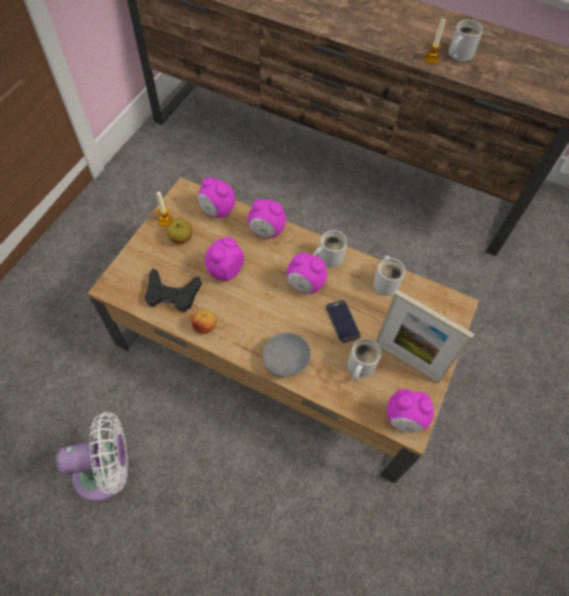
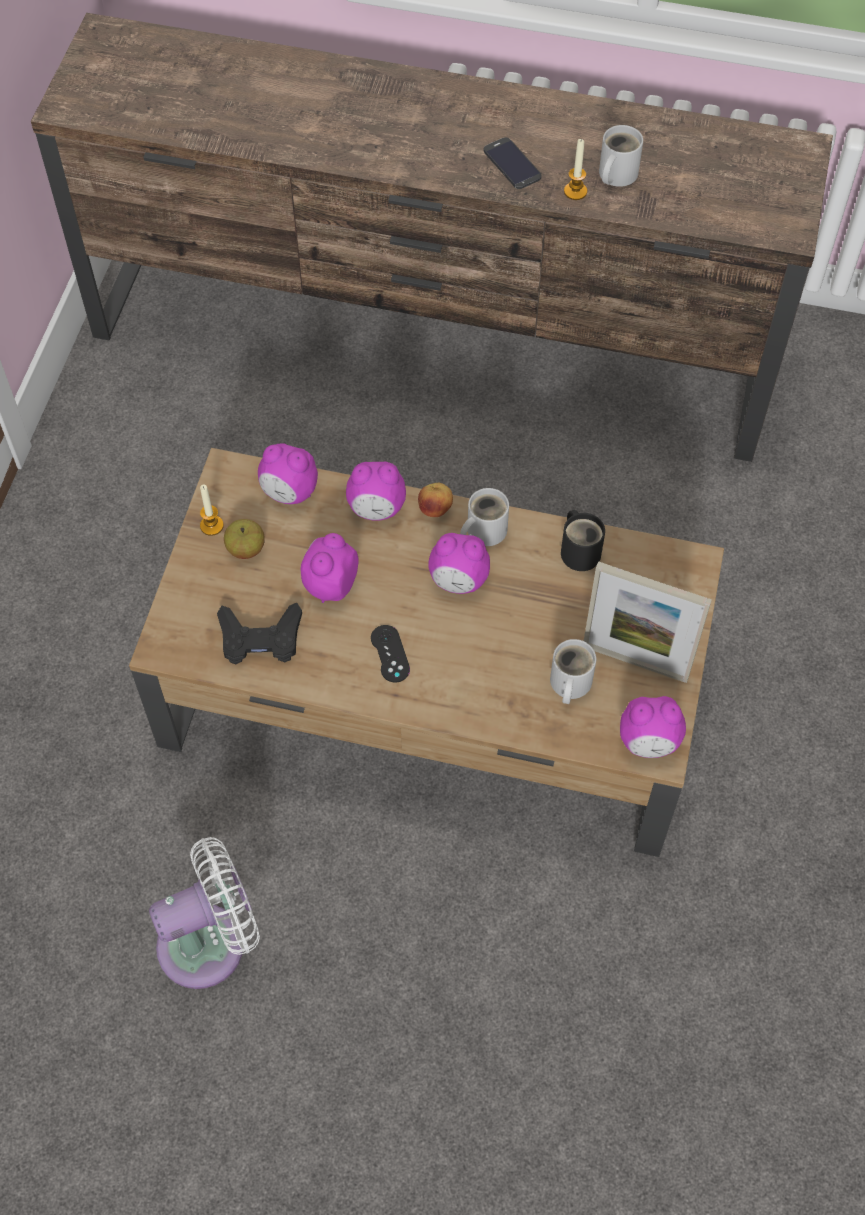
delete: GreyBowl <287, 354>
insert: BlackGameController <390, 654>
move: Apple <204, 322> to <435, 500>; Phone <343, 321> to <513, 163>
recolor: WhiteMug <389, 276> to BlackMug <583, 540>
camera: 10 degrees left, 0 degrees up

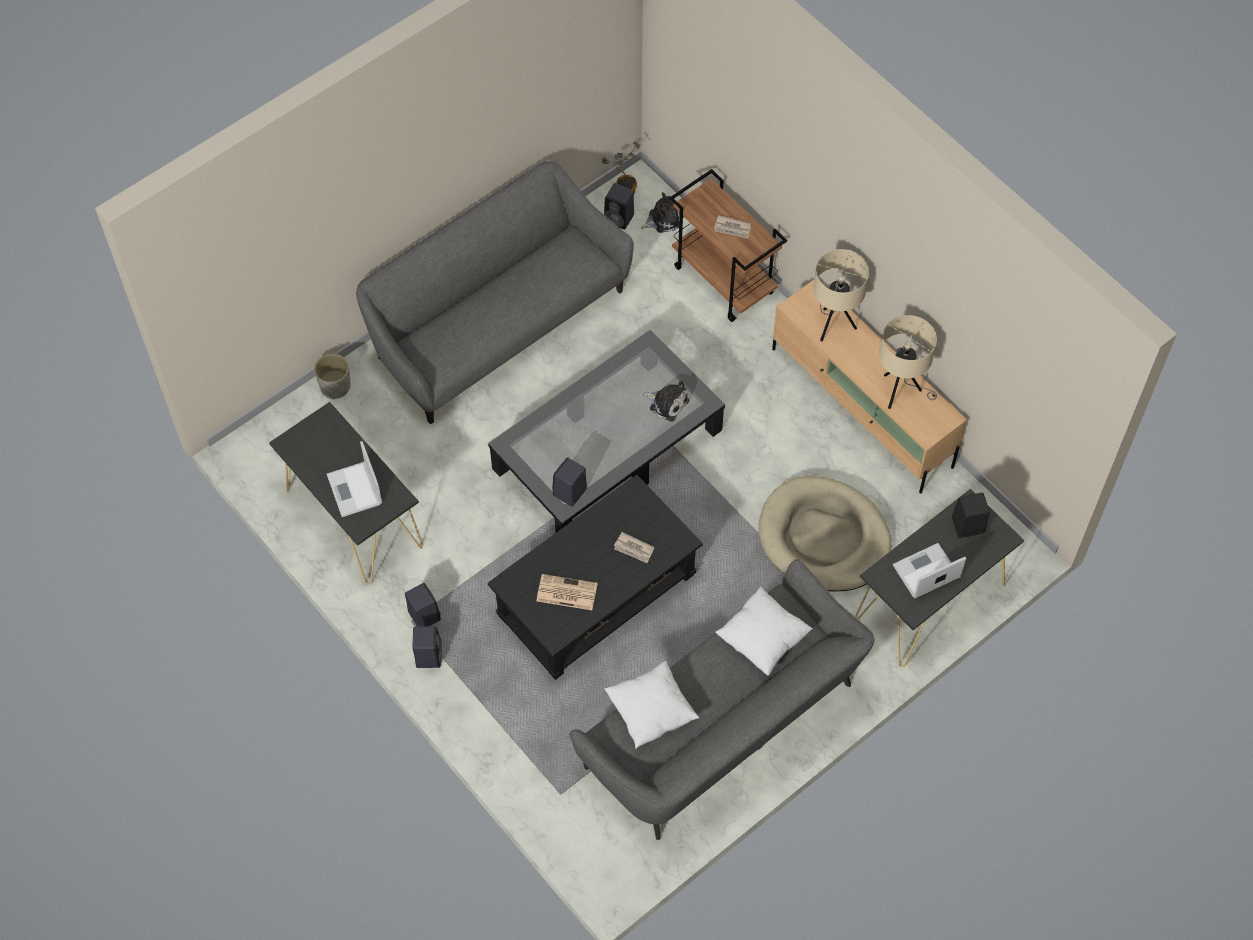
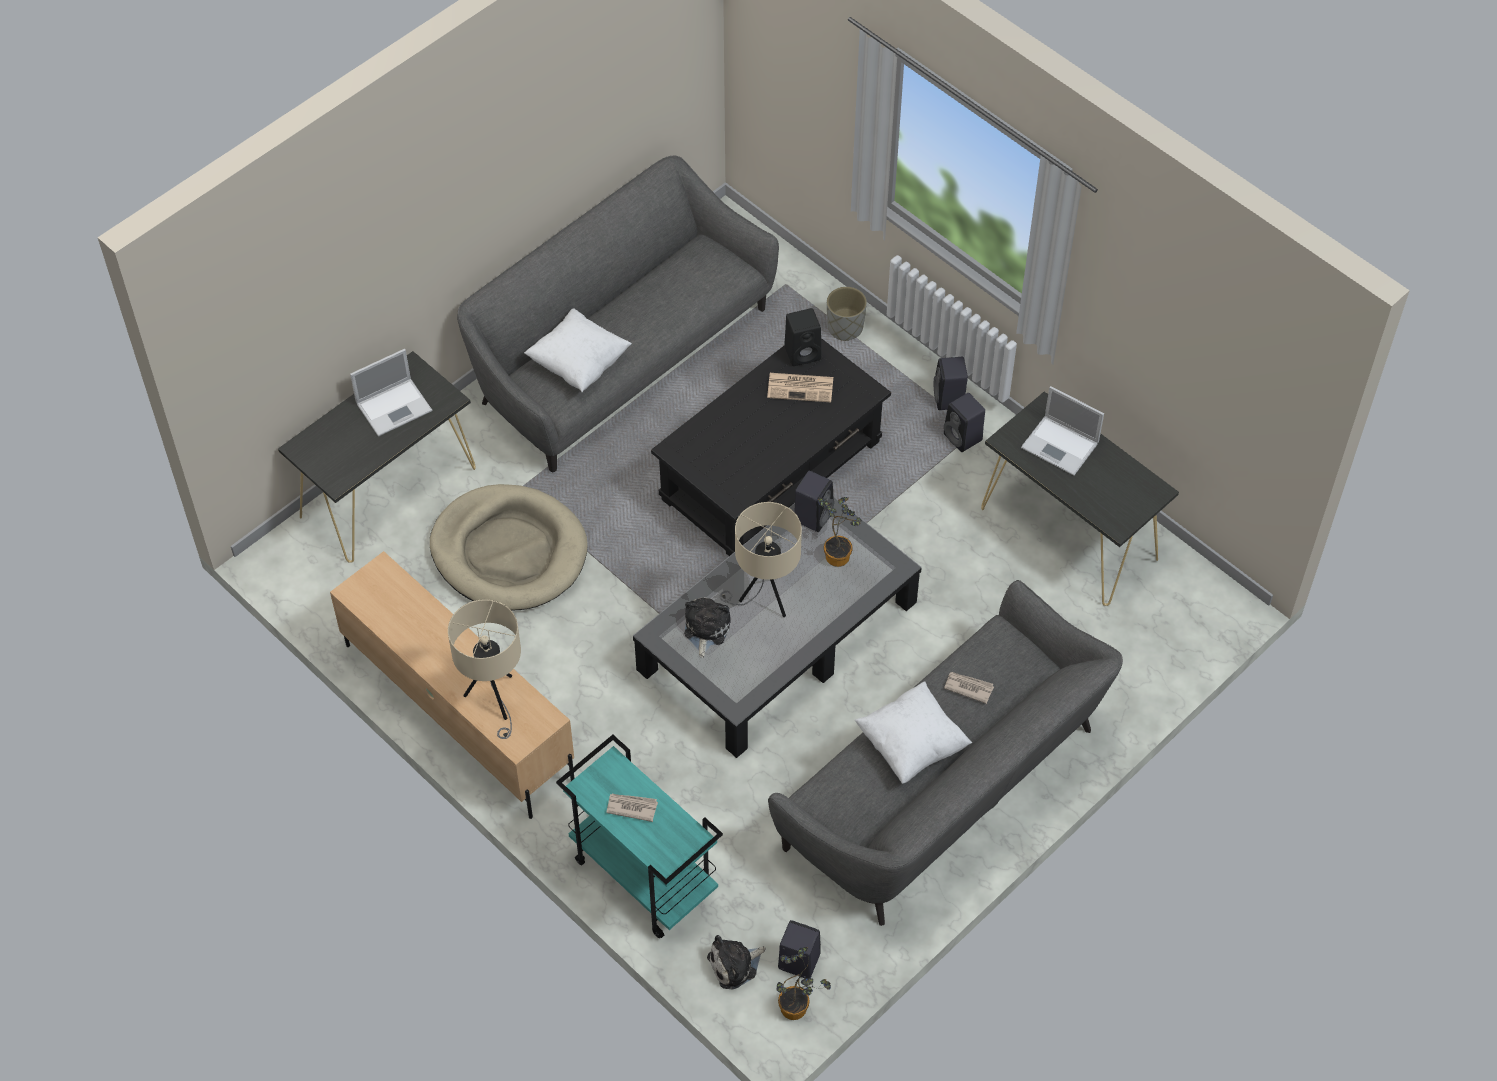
insert: PottedPlant <840, 532>
move: GreyPlanter <332, 376> to <847, 314>; WhitePillow <652, 705> to <913, 733>; Newspaper <634, 547> to <969, 688>; BeigeTableLamp <908, 362> to <761, 559>; BlackSpeaker <971, 515> to <802, 337>
recolor: BrownCart <728, 245> to TurquoiseCart <639, 836>
rotate: Laptop <354, 479> = <1062, 431> 150 degrees clockwise; PlushToy <666, 401> = <707, 627> 75 degrees clockwise
camera: 175 degrees right, 5 degrees down

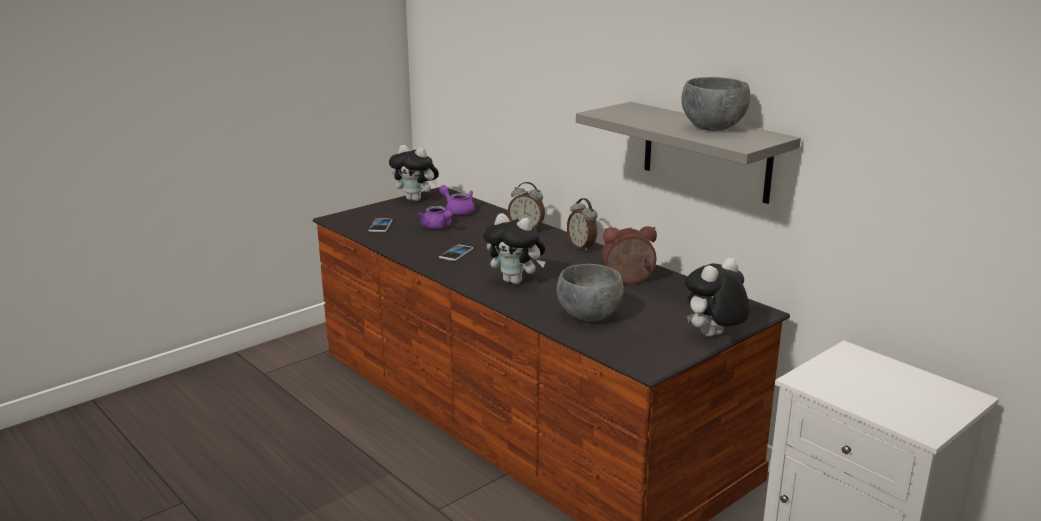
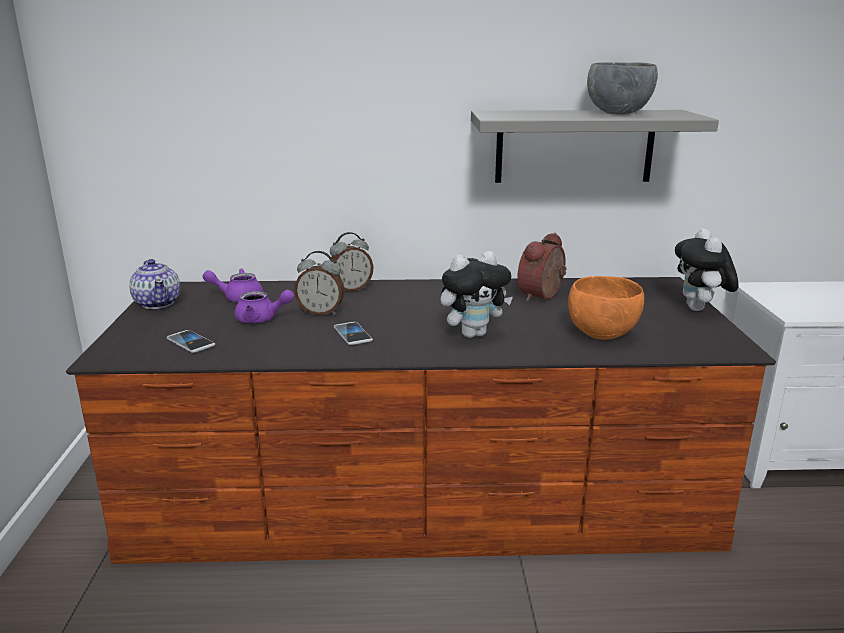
move: AlarmClock <582, 225> to <319, 283>
replace: PlushToy <414, 173> to Teapot <154, 284>
recolor: GreyBowl <590, 292> to OrangeBowl <606, 308>
camera: 50 degrees left, 0 degrees up

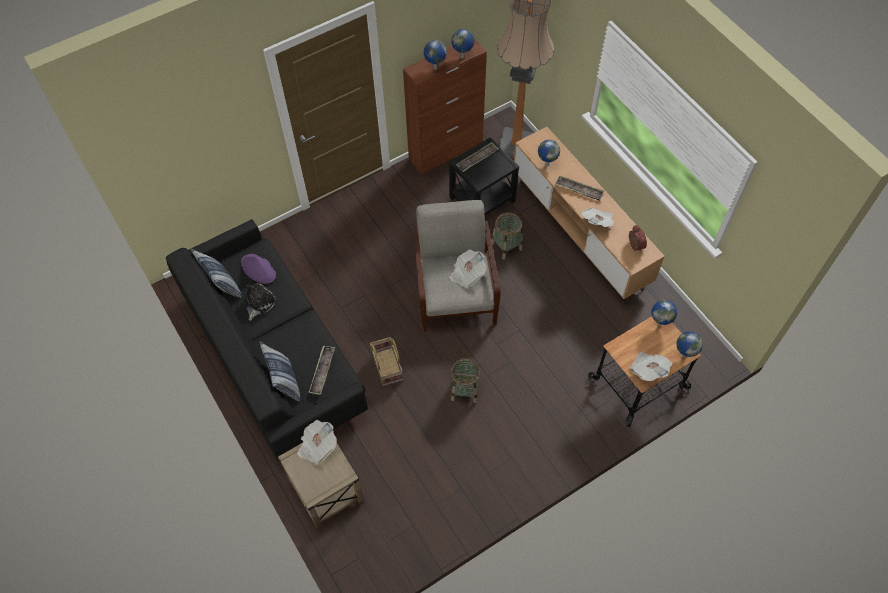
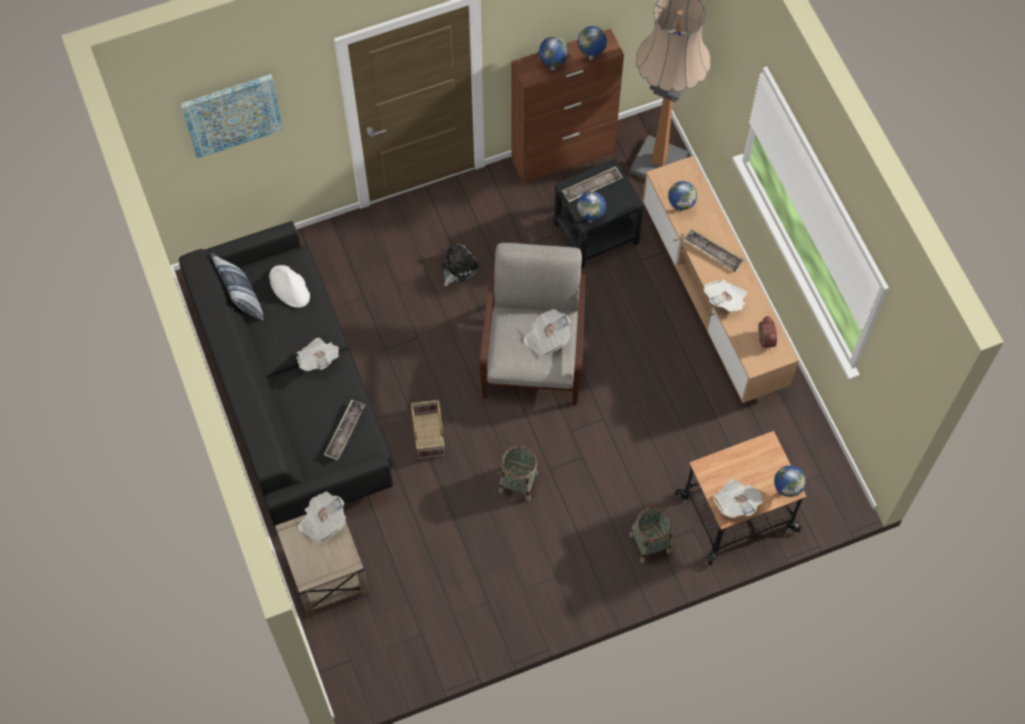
delete: Pillow <280, 371>
insert: Picture <232, 116>; Newspaper <318, 354>
move: PlushToy <261, 302> to <460, 265>; Basket <507, 236> to <650, 535>; Globe <664, 313> to <591, 206>
recolor: PurpleHat <258, 269> to WhiteHat <289, 286>
camera: 10 degrees right, 5 degrees up

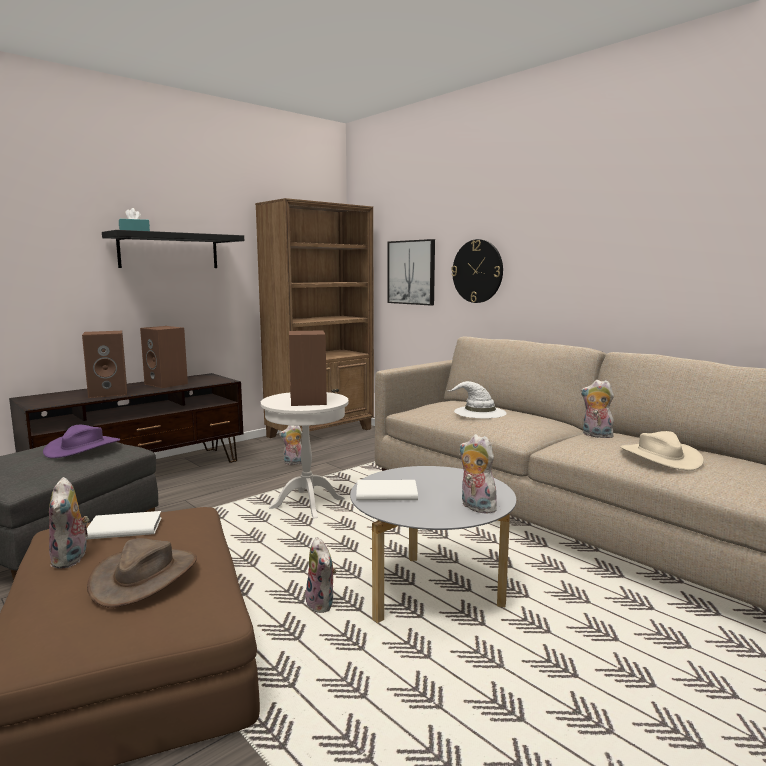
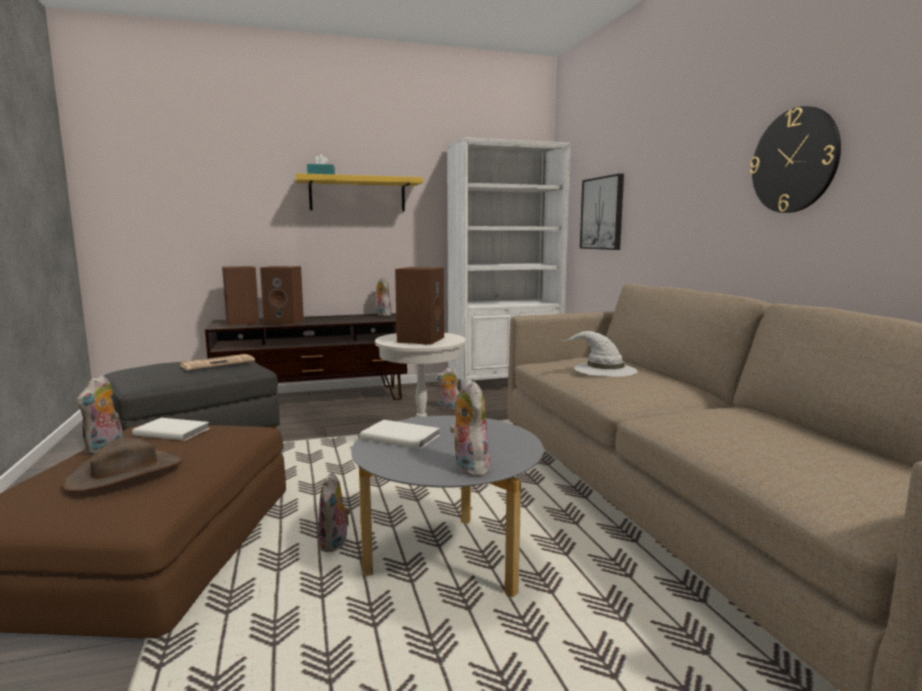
delete: BeigeHat <662, 451>
move: BrownSpeaker <164, 357> to <240, 296>; WallClock <477, 271> to <795, 159>; PlushToy <598, 409> to <383, 296>
replace: PurpleHat <81, 441> to Newspaper <217, 362>
recolor: BlackShelf <173, 249> to YellowShelf <360, 192>; BrownBookcase <314, 318> to WhiteBookcase <509, 263>
camera: 25 degrees right, 0 degrees up

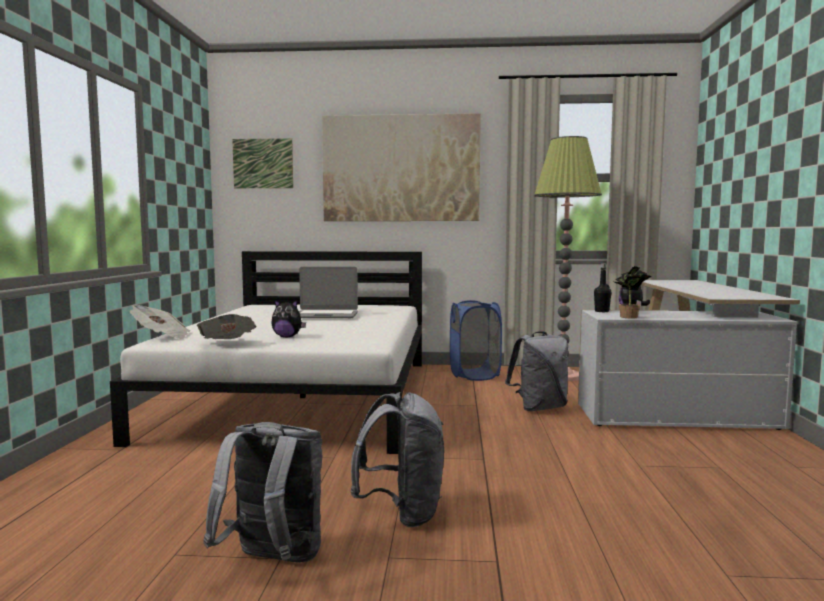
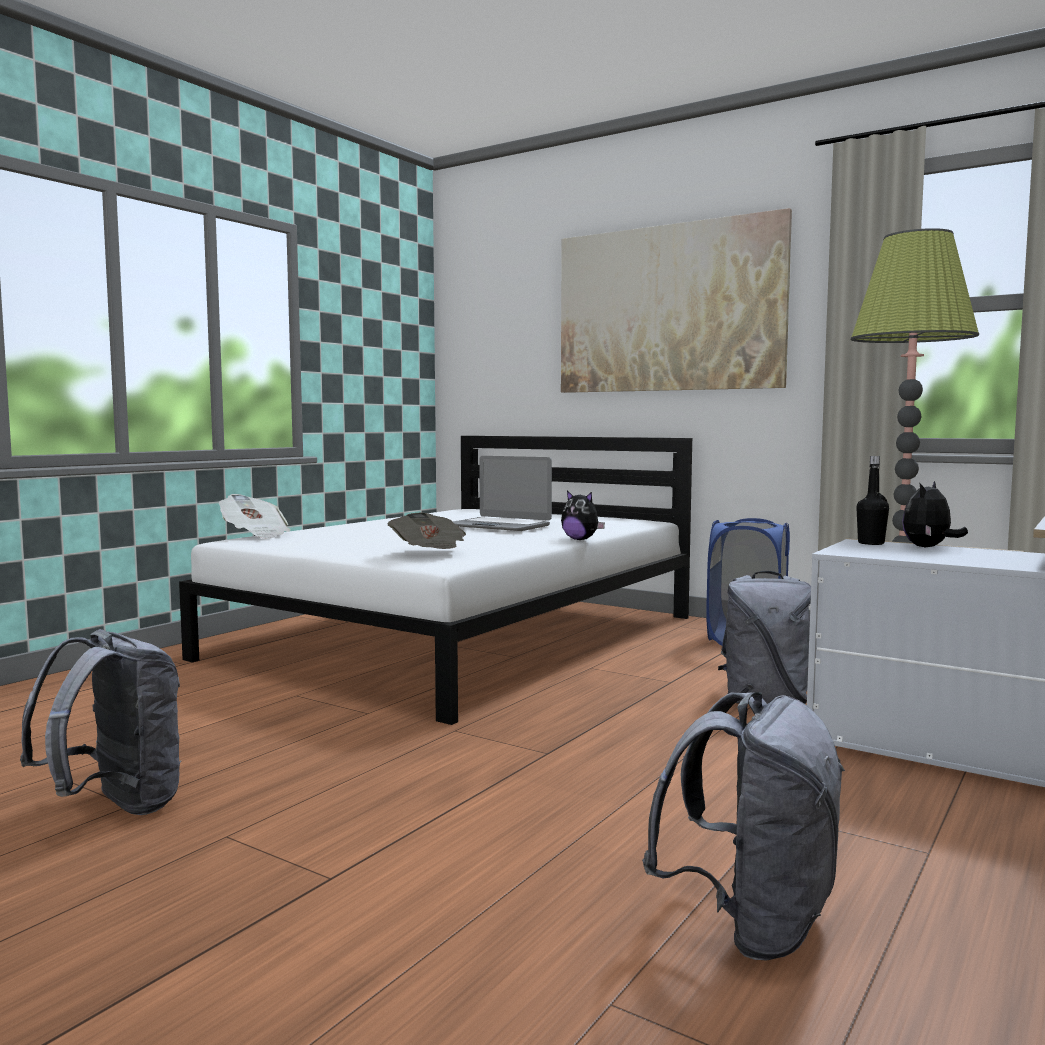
delete: Picture <262, 163>; PottedPlant <633, 292>
move: Newspaper <226, 326> to <426, 531>; PlushToy <288, 319> to <583, 515>; GreyBackpack <397, 459> to <743, 826>
camera: 30 degrees right, 0 degrees up

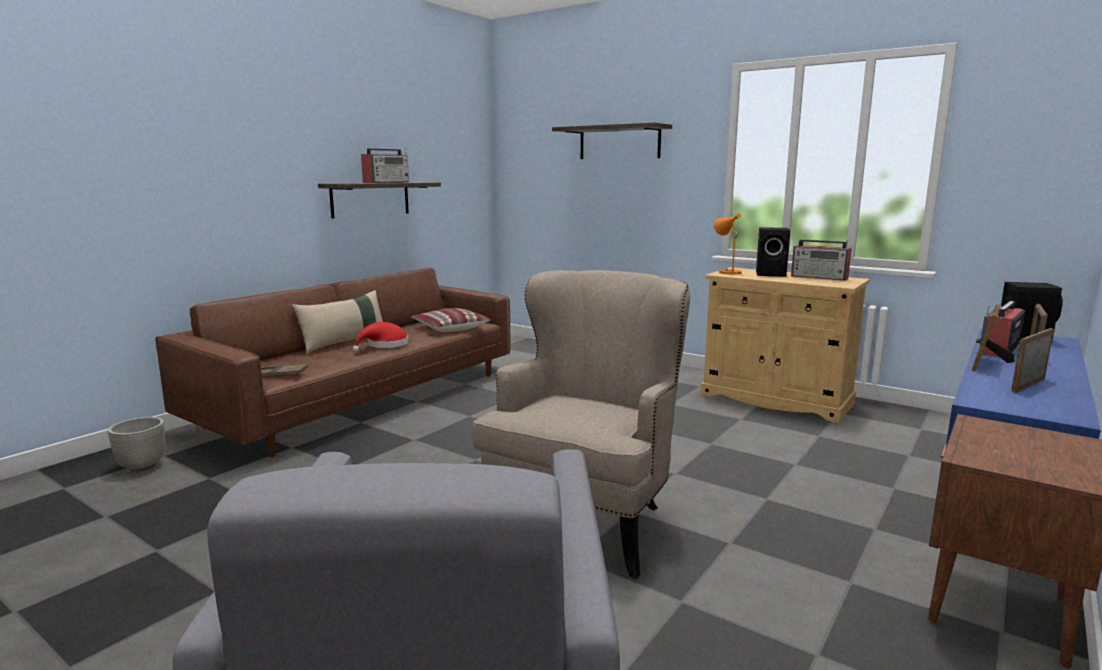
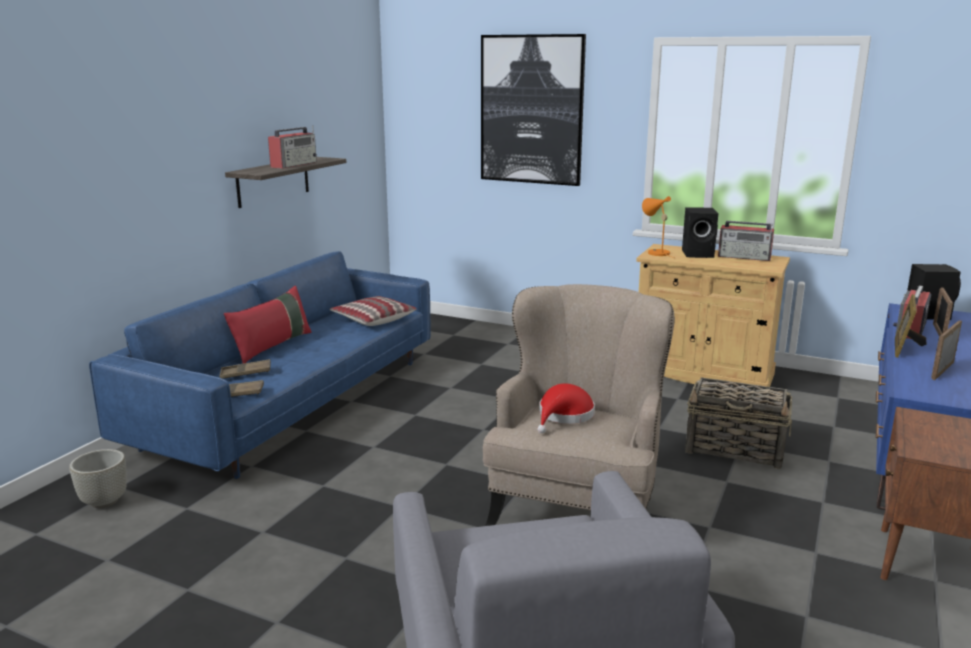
insert: BrownTray <245, 369>; Basket <738, 423>
move: RedHat <380, 337> to <566, 408>
replace: Shelf <612, 140> to Picture <533, 110>
recolor: BrownSofa <333, 362> to BlueSofa <260, 365>; BeigePillow <337, 322> to RedPillow <268, 324>
camera: 10 degrees left, 5 degrees up

